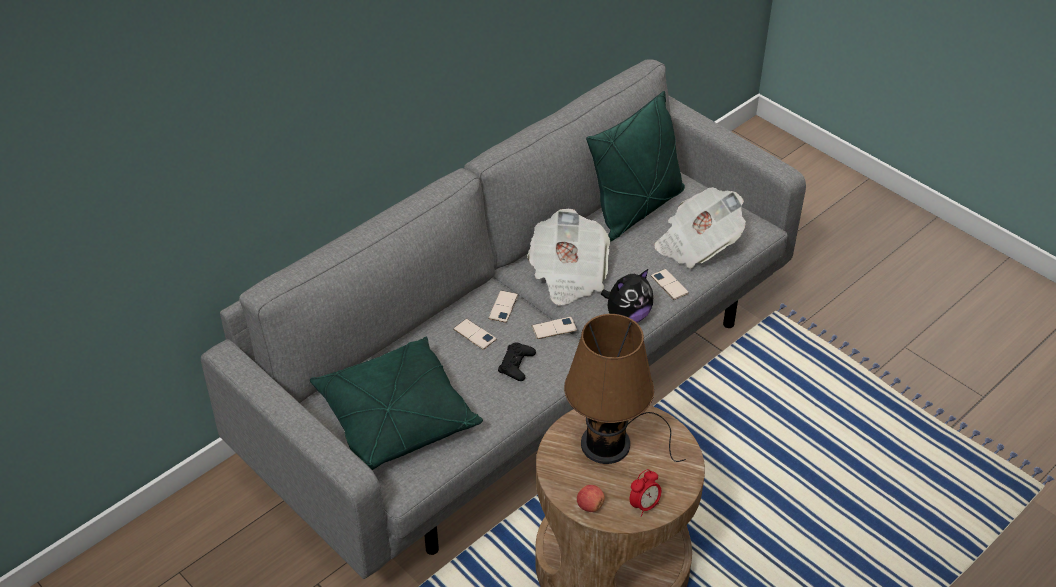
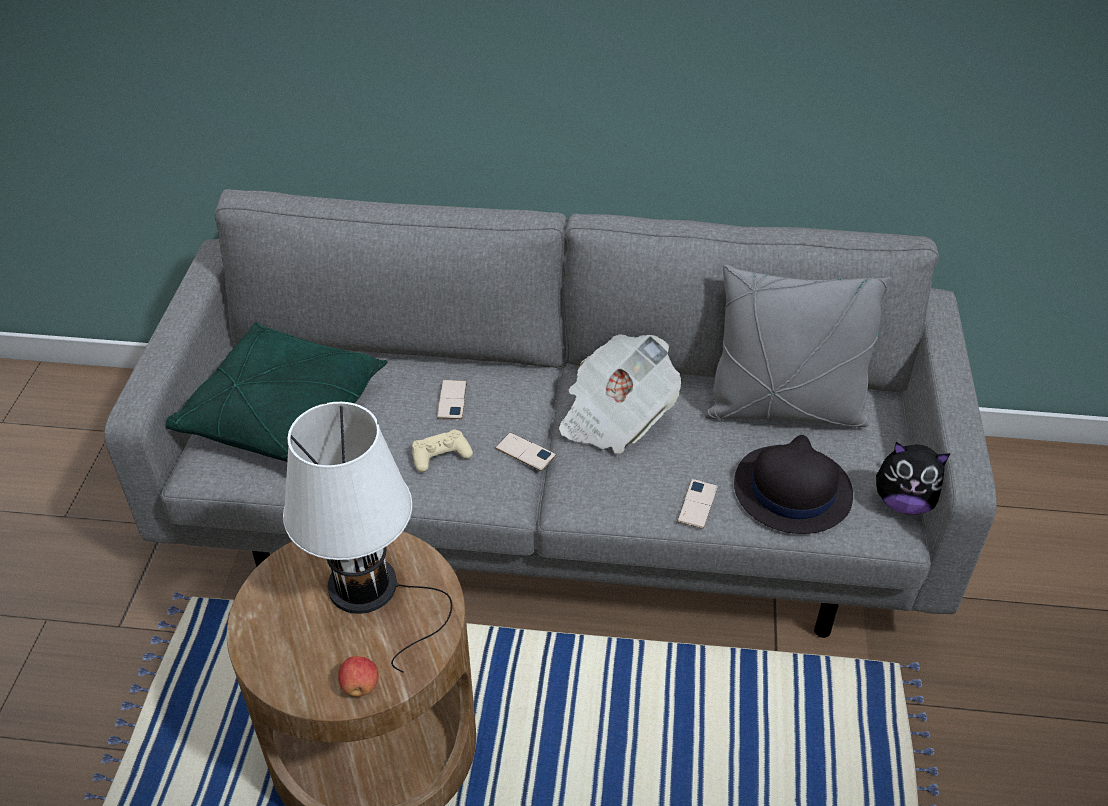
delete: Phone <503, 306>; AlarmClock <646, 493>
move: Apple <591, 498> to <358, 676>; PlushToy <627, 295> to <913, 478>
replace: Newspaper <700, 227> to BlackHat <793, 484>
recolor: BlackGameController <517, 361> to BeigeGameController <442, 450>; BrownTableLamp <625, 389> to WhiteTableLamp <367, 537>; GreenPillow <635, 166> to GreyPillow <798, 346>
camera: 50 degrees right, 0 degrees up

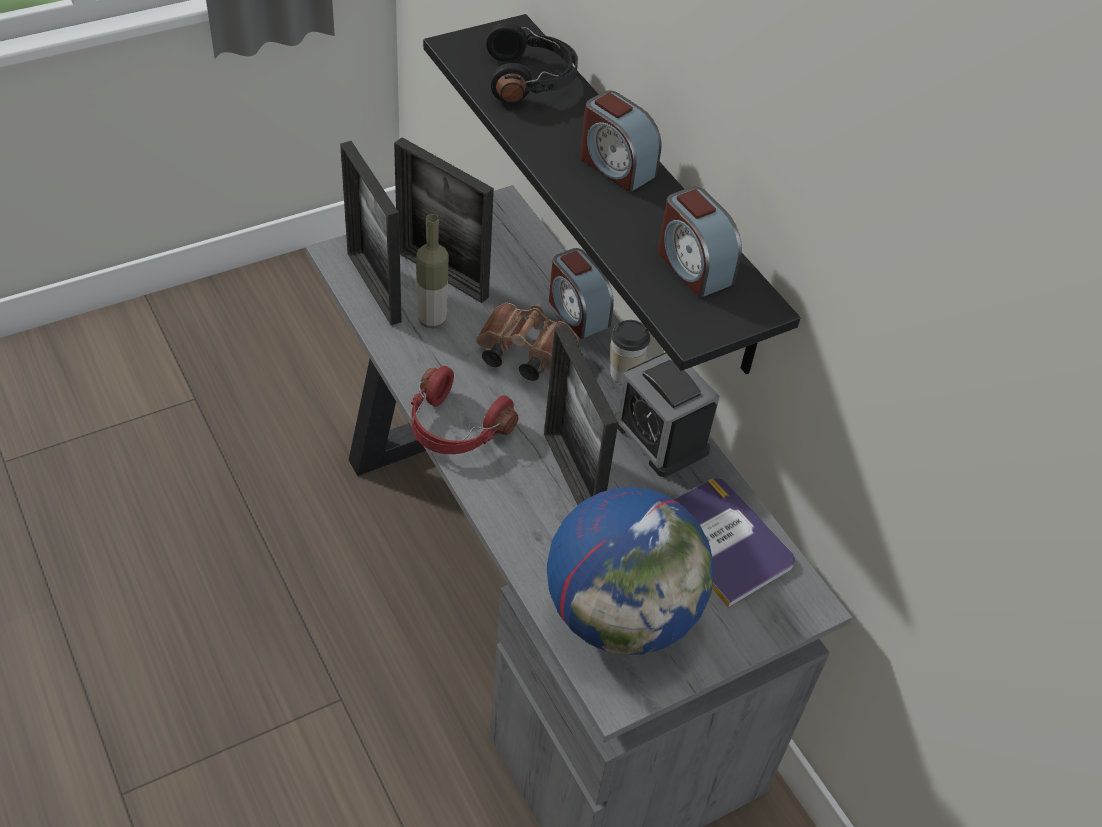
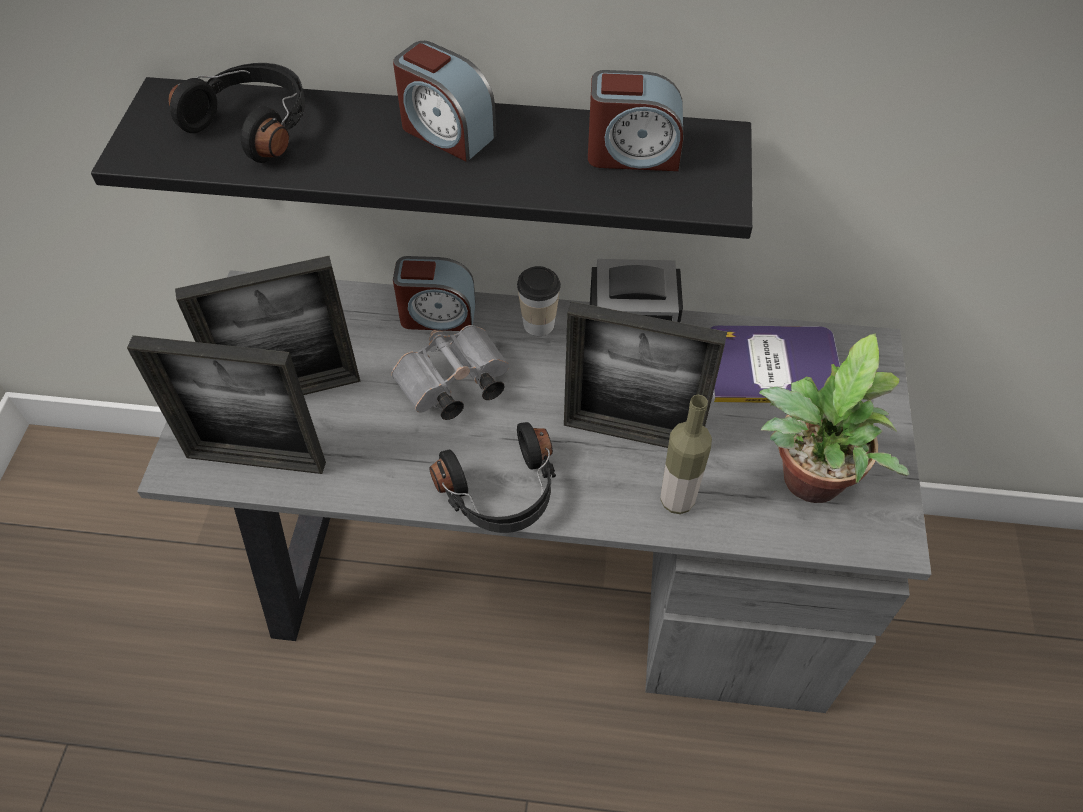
move: Bottle <432, 271> to <686, 454>
replace: Globe <630, 571> to PottedPlant <834, 418>
recolor: RedHeadphones <464, 410> to BlackHeadphones <492, 477>; BrownBinoculars <527, 342> to GreyBinoculars <450, 372>
rotate: AlarmClock <621, 141> = <444, 101> 45 degrees clockwise
camera: 50 degrees left, 5 degrees up

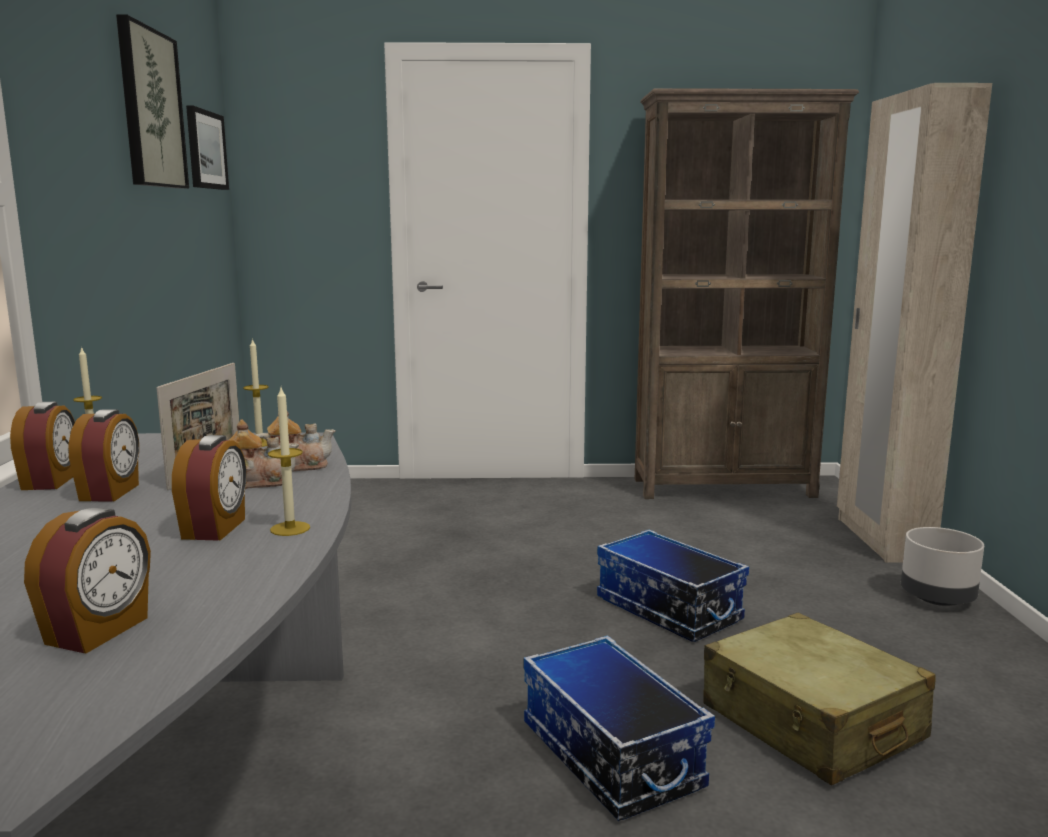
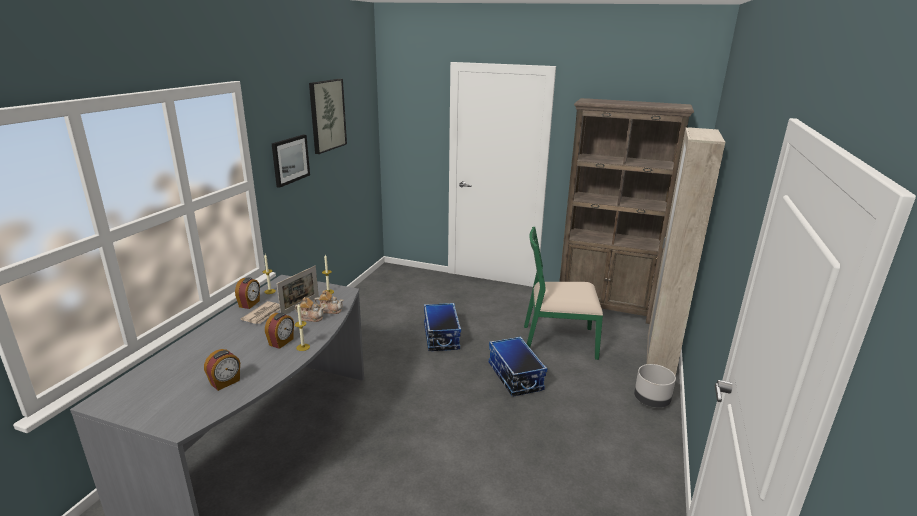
delete: BeigeSuitcase <819, 699>
insert: GreenChair <563, 293>
move: Picture <207, 147> to <291, 161>; StorageBox <619, 728> to <442, 327>
replace: AlarmClock <104, 455> to Newspaper <260, 312>
camera: 20 degrees right, 10 degrees up

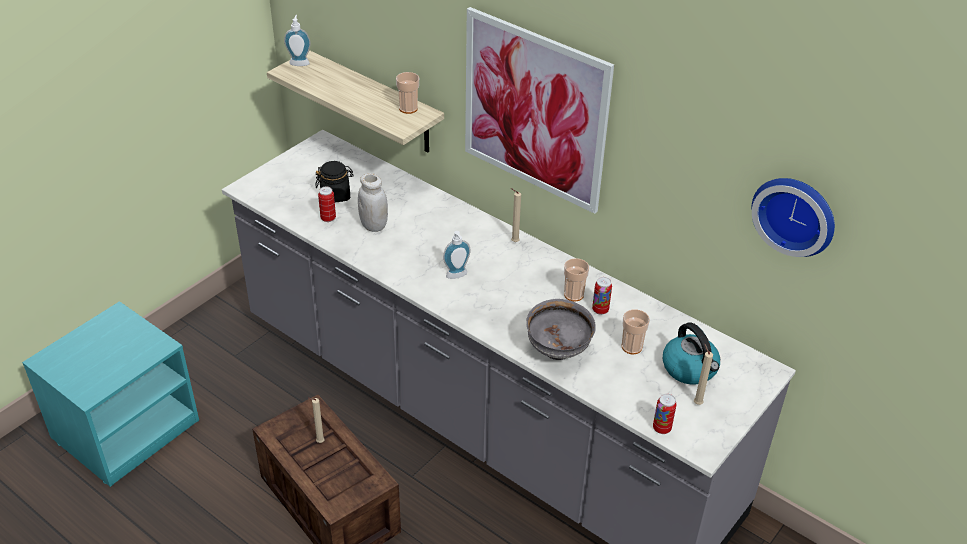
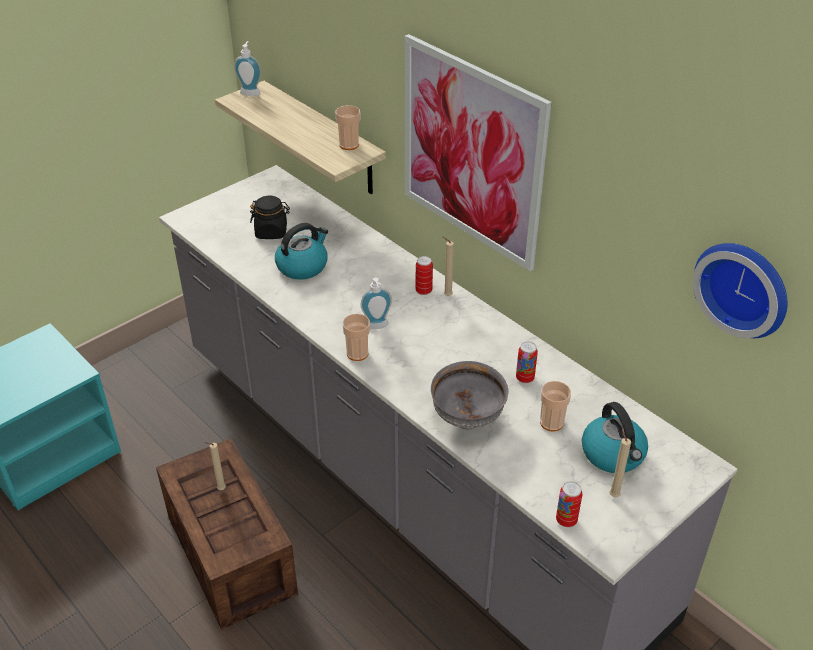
move: Can <327, 204> to <424, 275>; Cup <576, 280> to <356, 337>
replace: WhiteJar <373, 202> to Kettle <301, 251>
camera: 10 degrees right, 0 degrees up

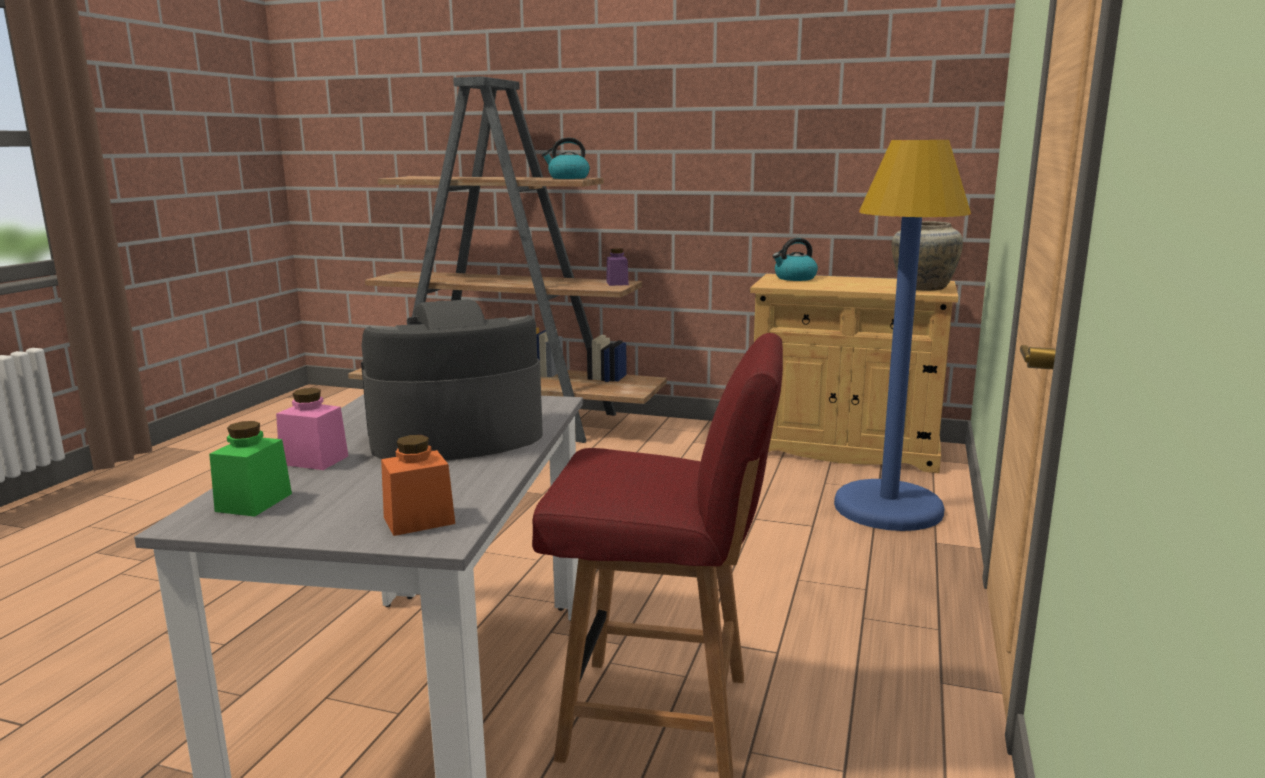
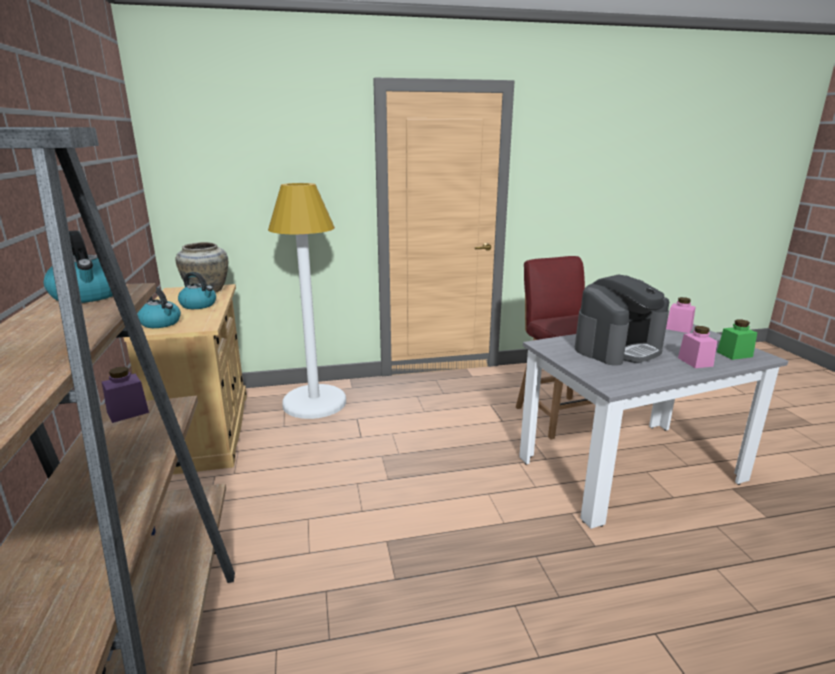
insert: Kettle <197, 290>
recolor: OrangeJar <418, 485> to PinkJar <681, 315>; BlueFloorLamp <902, 335> to WhiteFloorLamp <307, 301>
rotate: CoffeeMachine <452, 379> = <622, 320> 75 degrees counterclockwise
camera: 120 degrees left, 5 degrees up

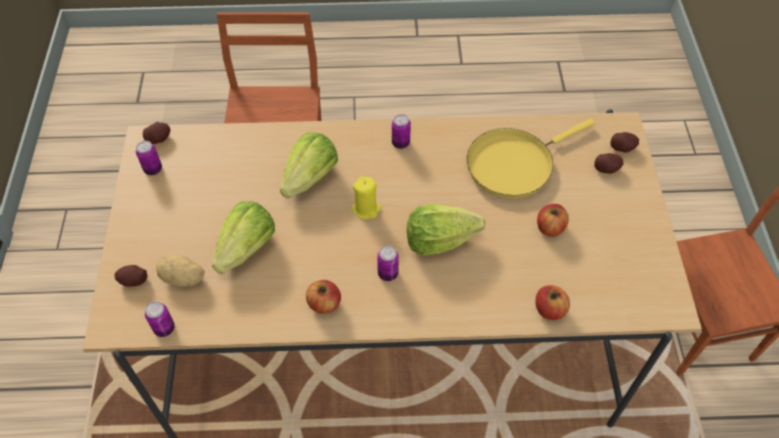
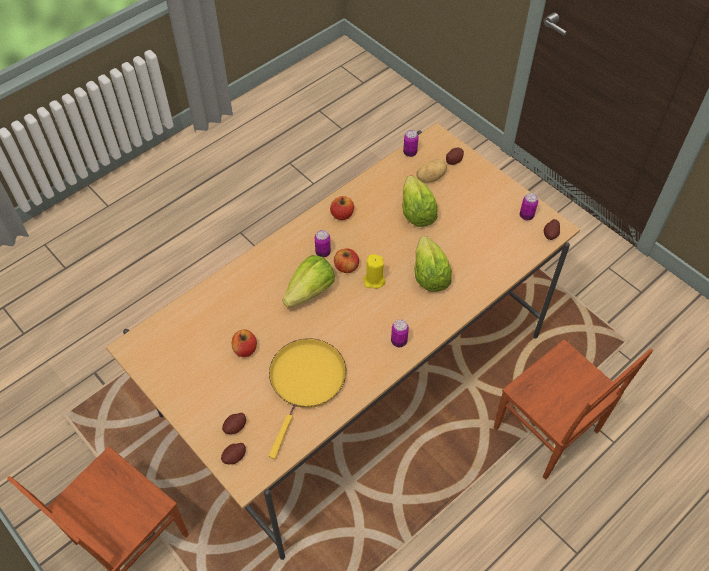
move: Apple <552, 302> to <346, 261>
camera: 140 degrees right, 0 degrees up

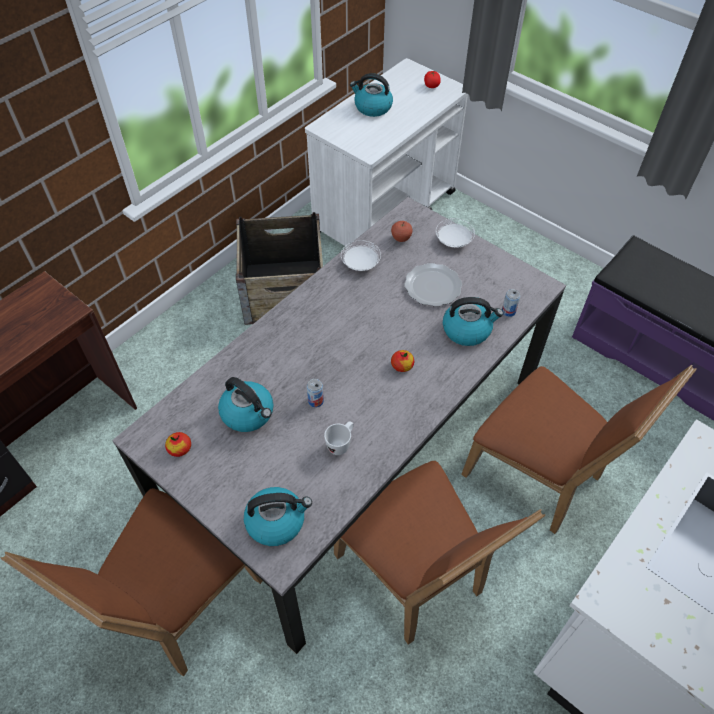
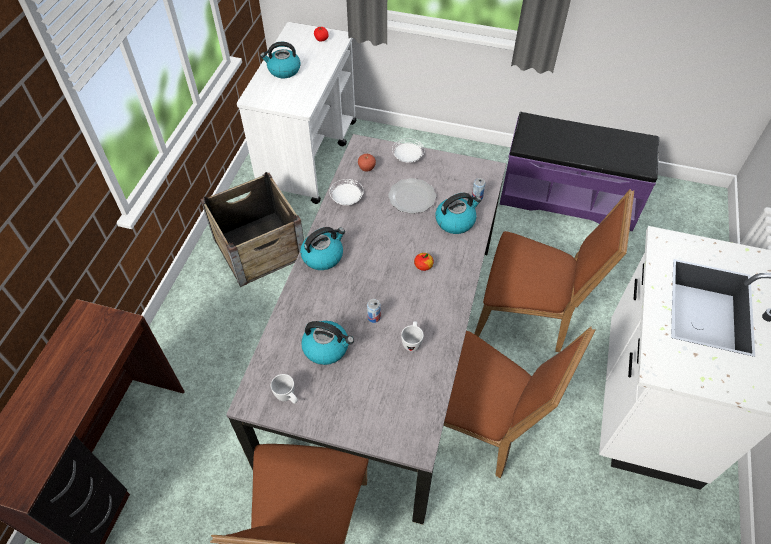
move: Kettle <278, 516> to <322, 248>
replace: Apple <178, 444> to WhiteMug <284, 389>
camera: 25 degrees left, 0 degrees up

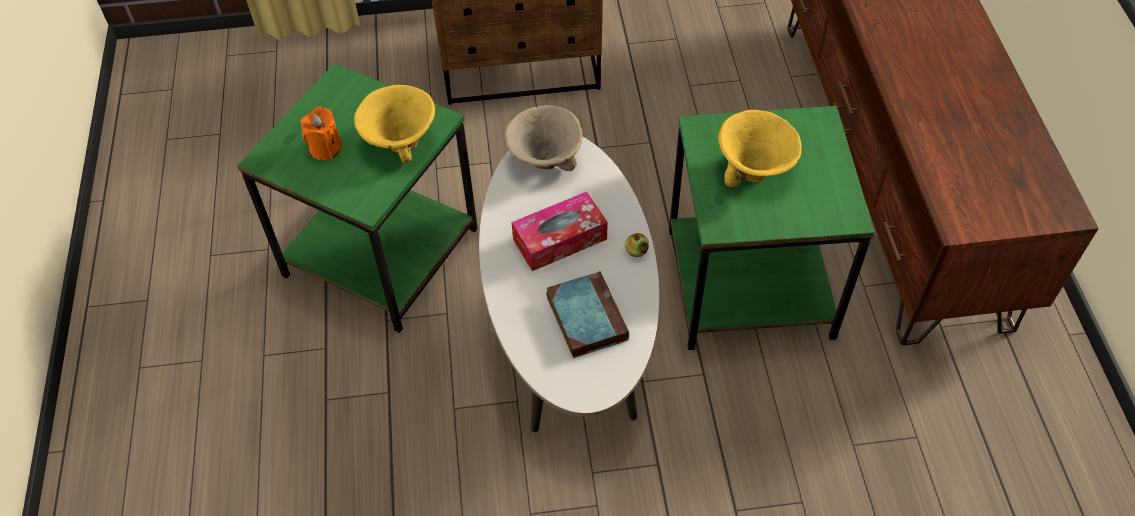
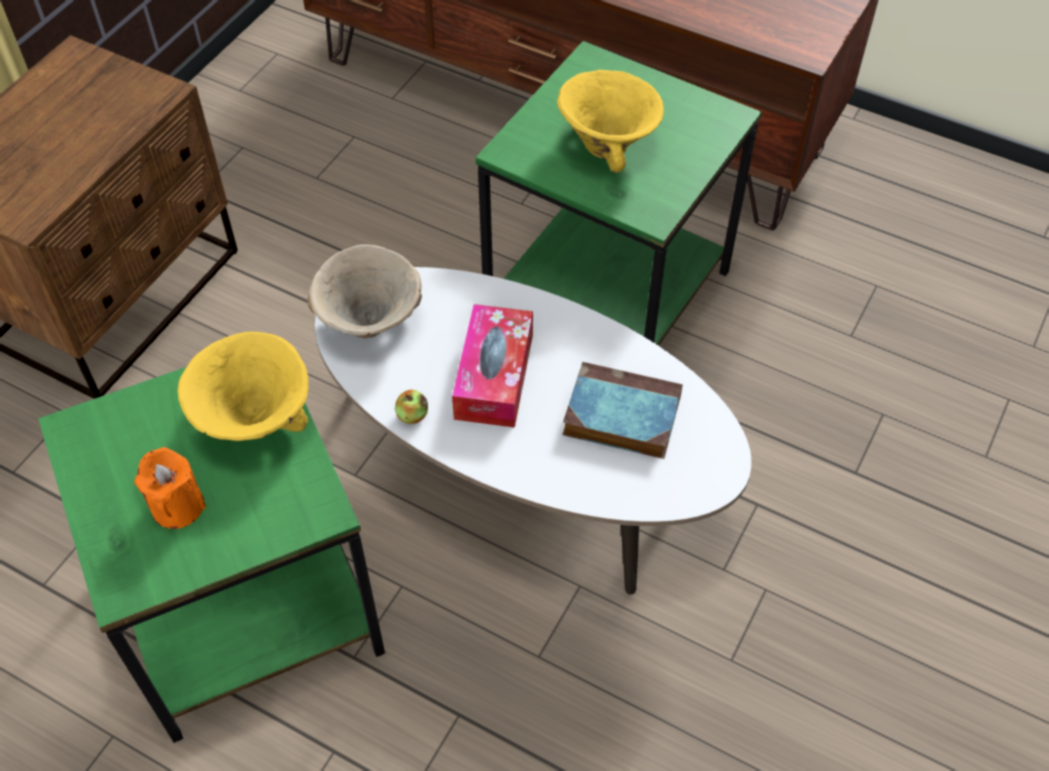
move: Apple <637, 245> to <411, 407>
camera: 55 degrees left, 0 degrees up

